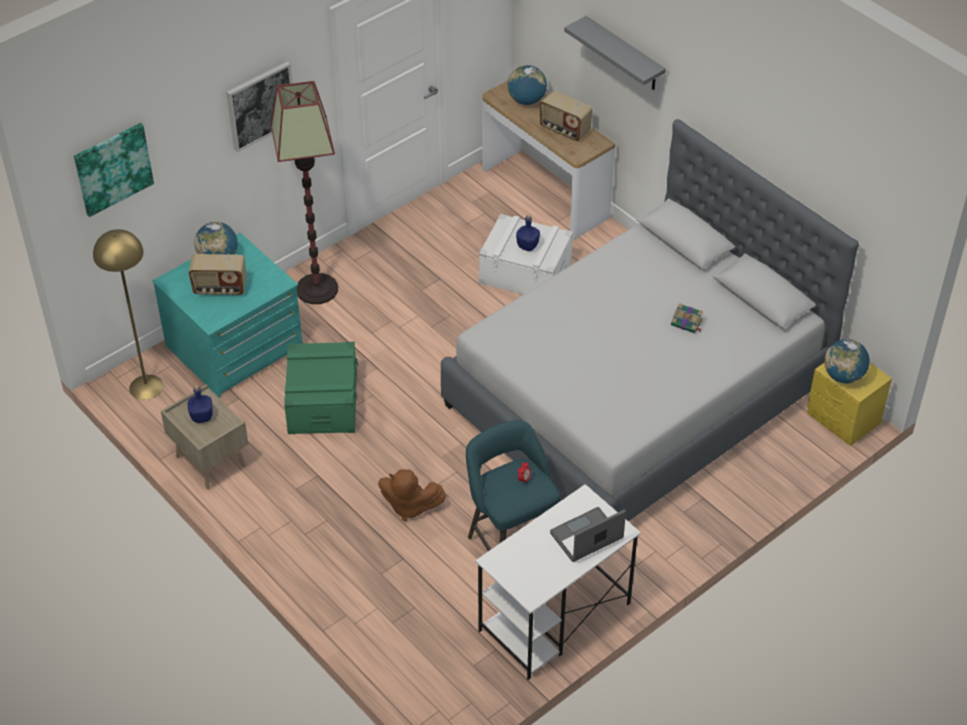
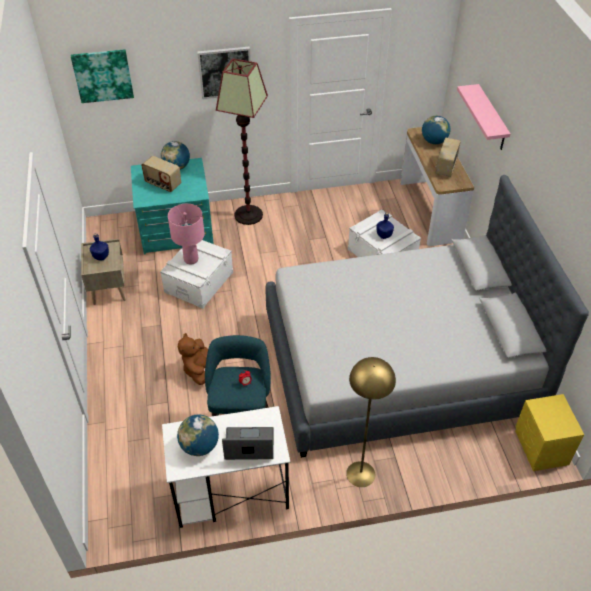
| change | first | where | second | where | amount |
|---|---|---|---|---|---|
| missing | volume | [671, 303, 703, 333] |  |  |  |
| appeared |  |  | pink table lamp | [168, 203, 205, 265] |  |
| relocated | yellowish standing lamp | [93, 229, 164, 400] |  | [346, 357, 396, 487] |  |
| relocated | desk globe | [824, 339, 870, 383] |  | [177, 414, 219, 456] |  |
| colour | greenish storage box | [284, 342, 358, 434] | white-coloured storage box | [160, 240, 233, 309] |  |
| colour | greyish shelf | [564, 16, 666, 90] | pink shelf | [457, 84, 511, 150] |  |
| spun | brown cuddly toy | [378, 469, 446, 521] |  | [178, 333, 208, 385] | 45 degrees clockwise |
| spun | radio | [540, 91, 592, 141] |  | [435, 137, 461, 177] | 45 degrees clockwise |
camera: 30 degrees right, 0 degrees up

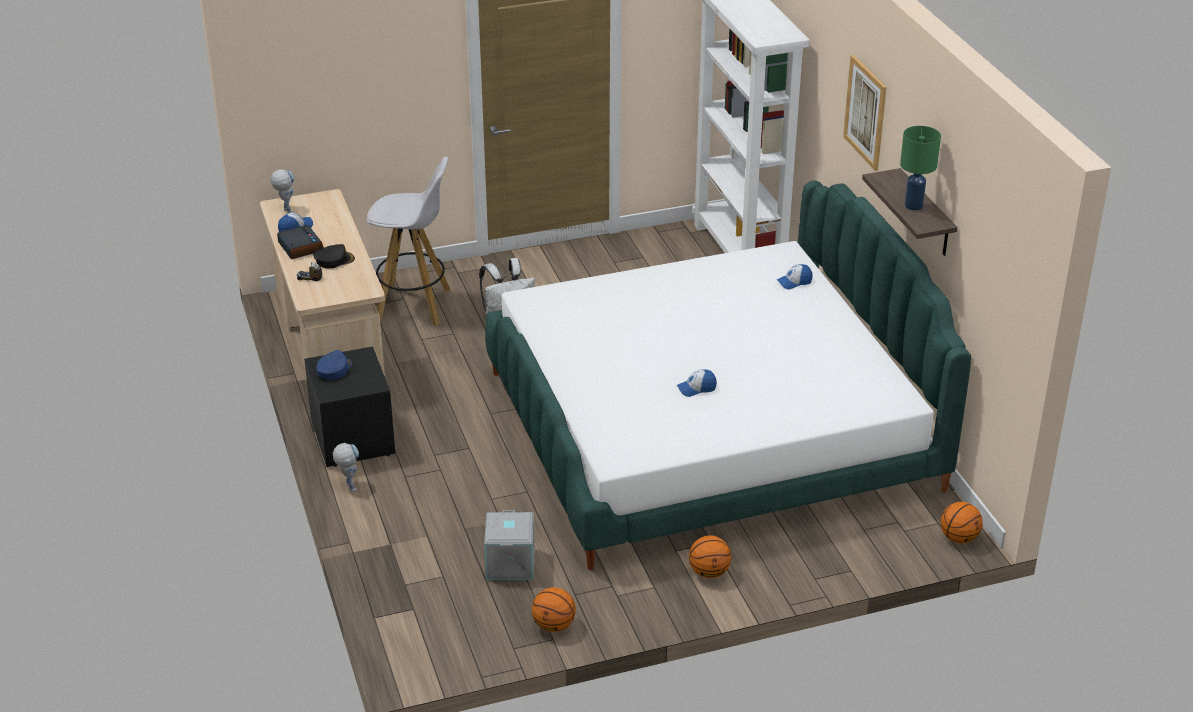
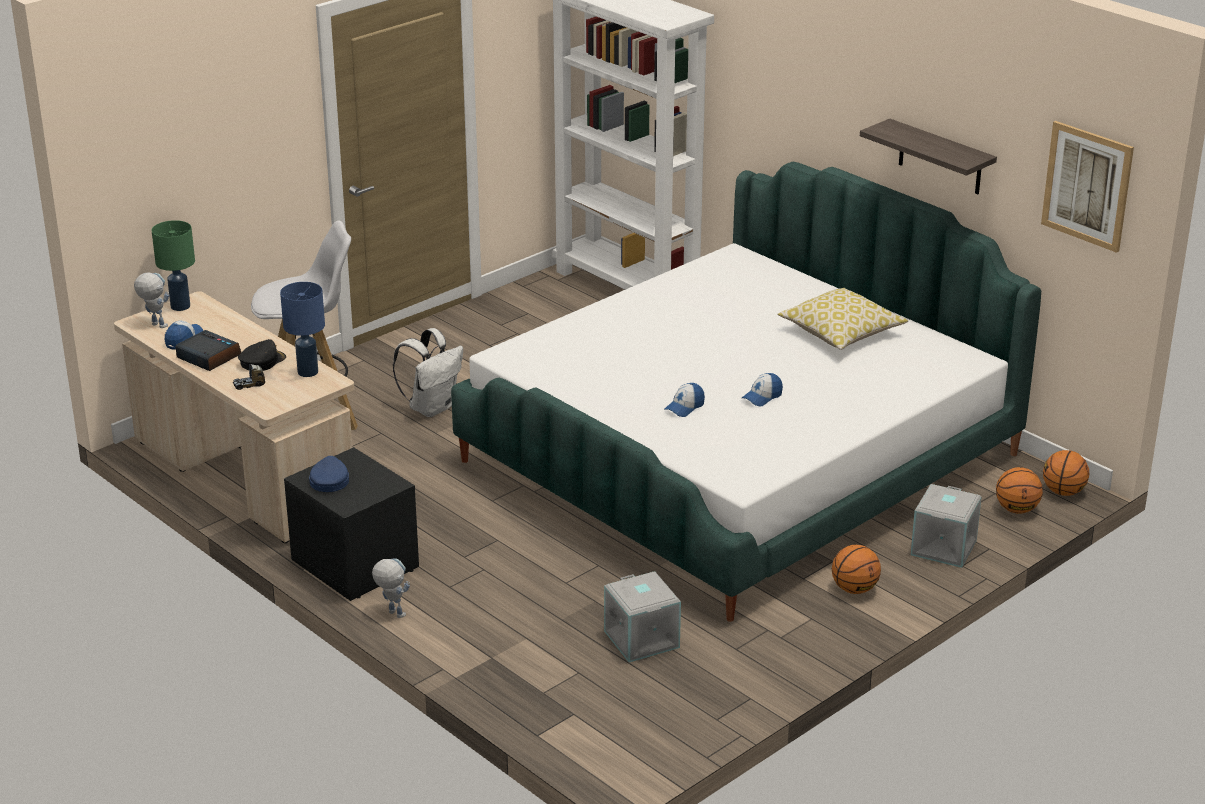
| change | first | where | second | where | amount |
|---|---|---|---|---|---|
| appeared |  |  | blue-coloured table lamp | [280, 282, 325, 377] |  |
| appeared |  |  | throw pillow | [777, 288, 908, 350] |  |
| appeared |  |  | greyish storage box | [911, 484, 982, 568] |  |
| relocated | ball for basketball | [532, 587, 576, 632] |  | [996, 467, 1043, 514] |  |
| relocated | baseball cap | [777, 264, 813, 290] |  | [664, 383, 705, 417] |  |
| relocated | wall picture | [843, 55, 887, 171] |  | [1041, 121, 1134, 253] |  |
| relocated | greenish table lamp | [900, 126, 941, 211] |  | [152, 220, 195, 311] |  |
camera: 25 degrees left, 5 degrees down

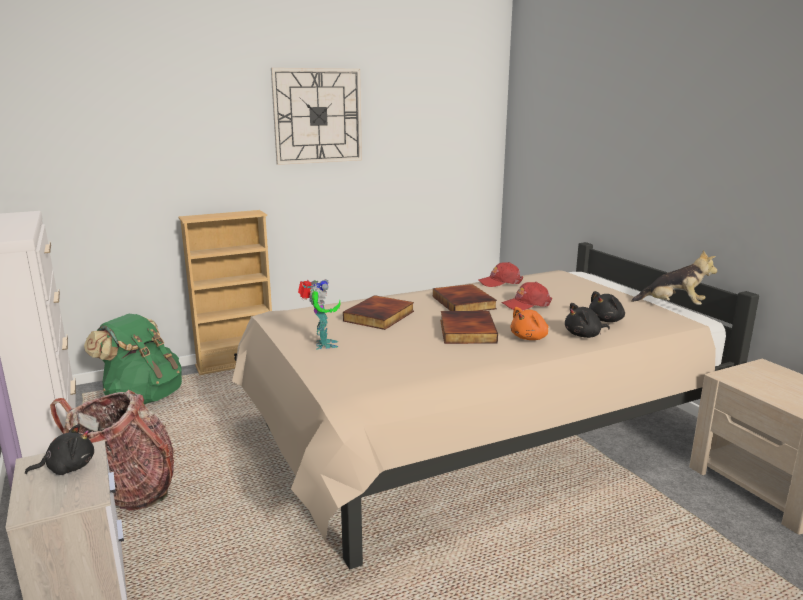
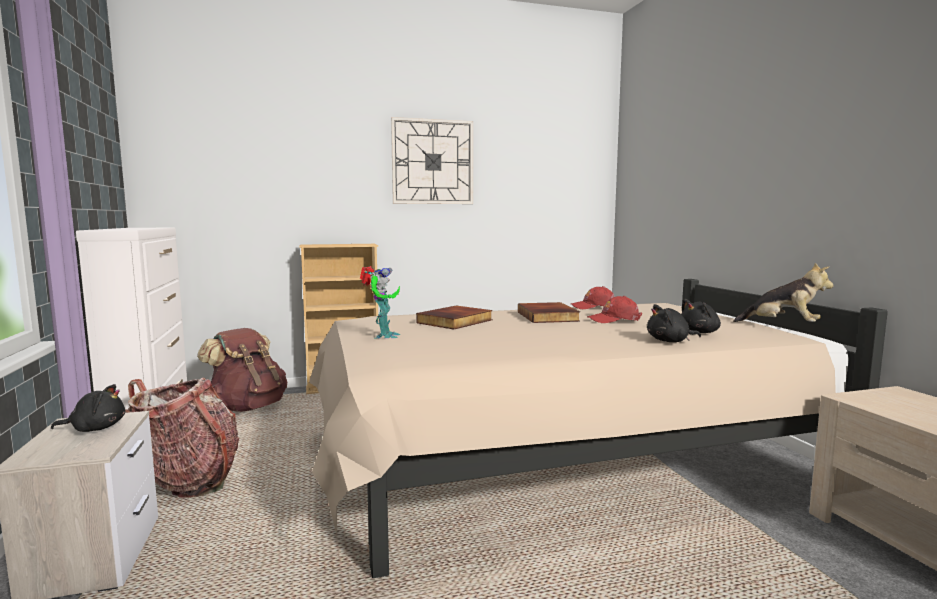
| change | first | where | second | where | amount |
|---|---|---|---|---|---|
| missing | volume | [440, 311, 498, 344] |  |  |  |
| missing | orangey cuddly toy | [511, 307, 548, 340] |  |  |  |
| colour | greenish rucksack | [84, 314, 182, 404] | brown rucksack | [197, 328, 287, 412] |  |
camera: 10 degrees right, 10 degrees down

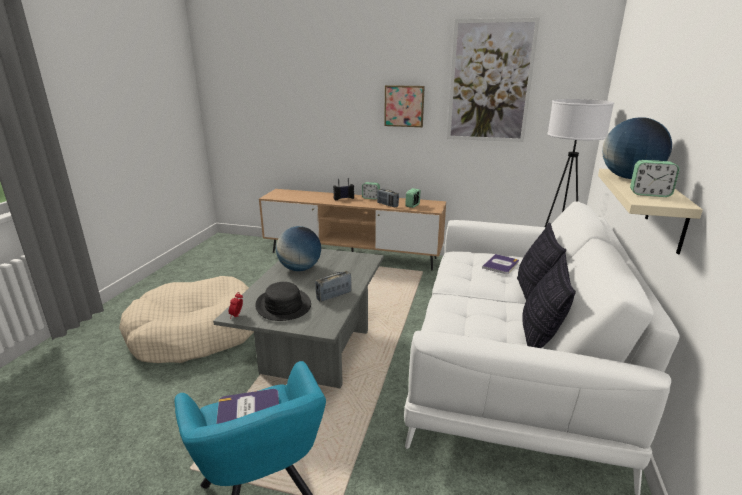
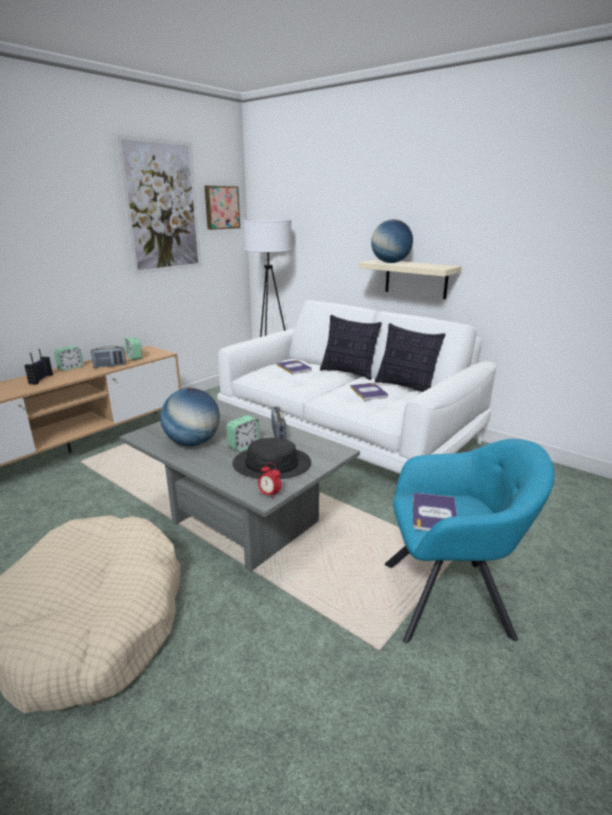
| change | first | where | second | where | amount |
|---|---|---|---|---|---|
| appeared |  |  | volume | [350, 383, 388, 400] |  |
| relocated | wall picture | [384, 85, 425, 127] |  | [205, 186, 240, 230] |  |
| relocated | table clock | [630, 160, 680, 197] |  | [226, 415, 260, 451] |  |
camera: 65 degrees left, 0 degrees up

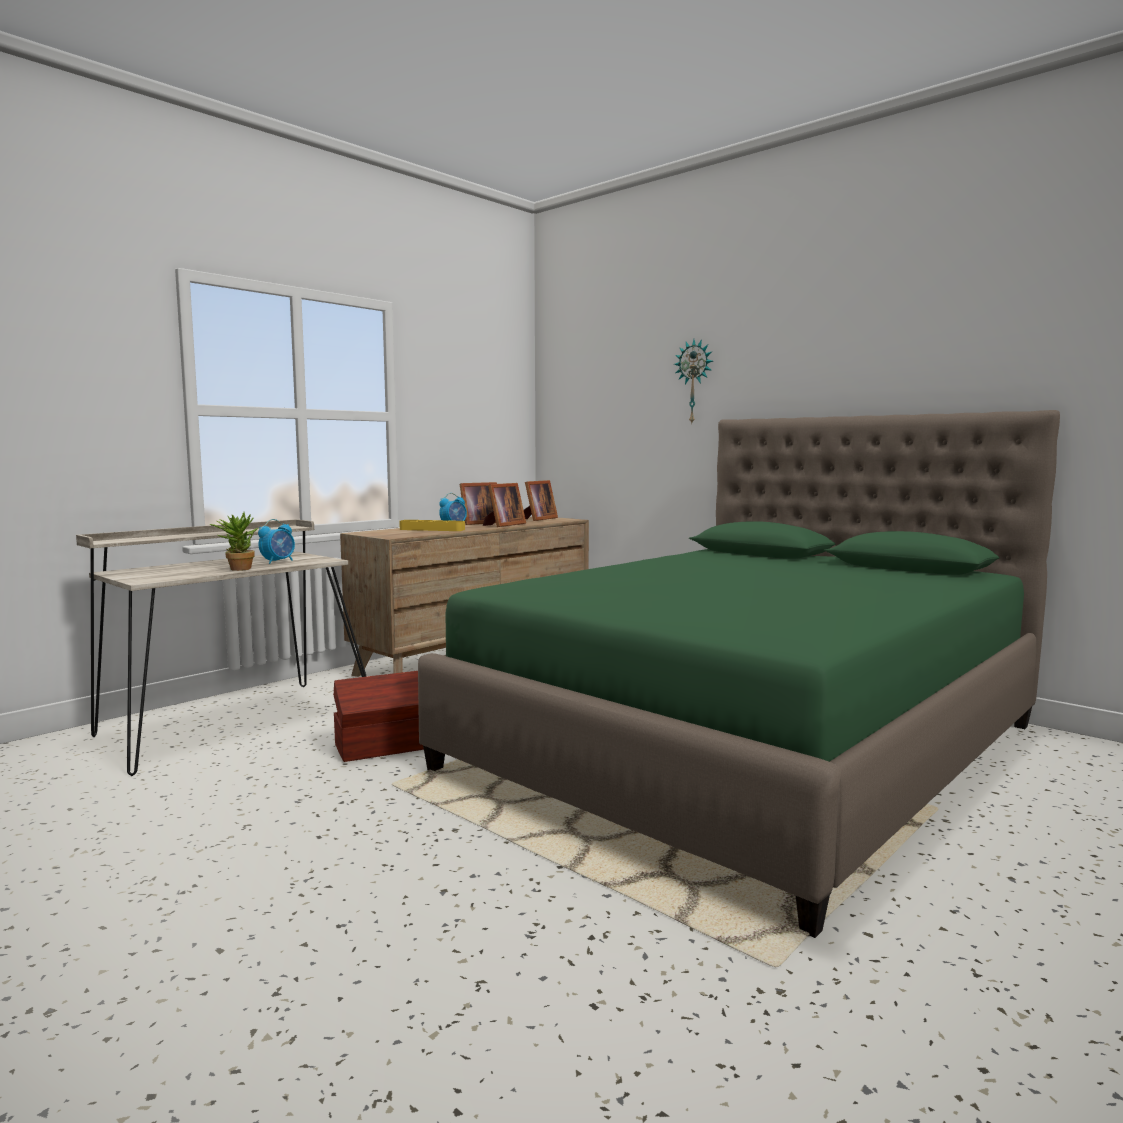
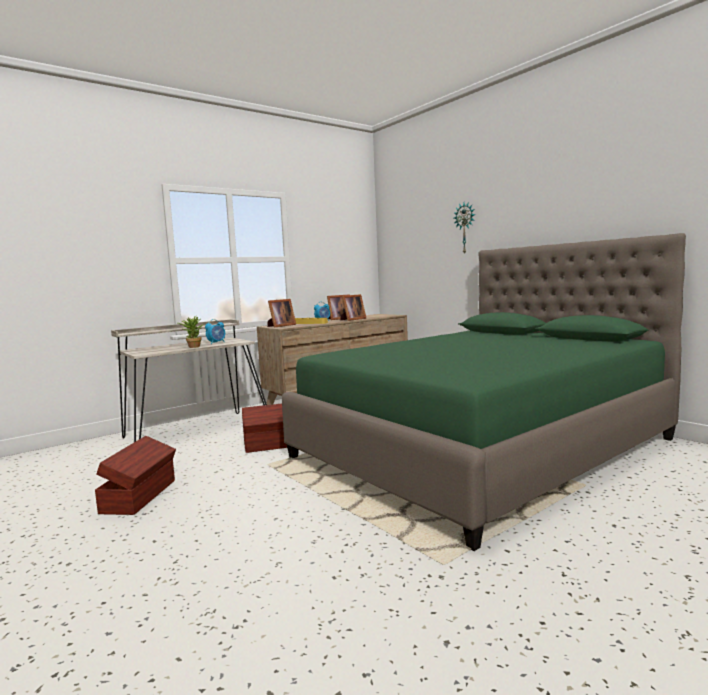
| change | first | where | second | where | amount |
|---|---|---|---|---|---|
| appeared |  |  | brown storage box | [95, 436, 176, 515] |  |
| relocated | picture frame | [524, 480, 558, 521] |  | [267, 299, 296, 328] |  |
camera: 10 degrees right, 0 degrees up

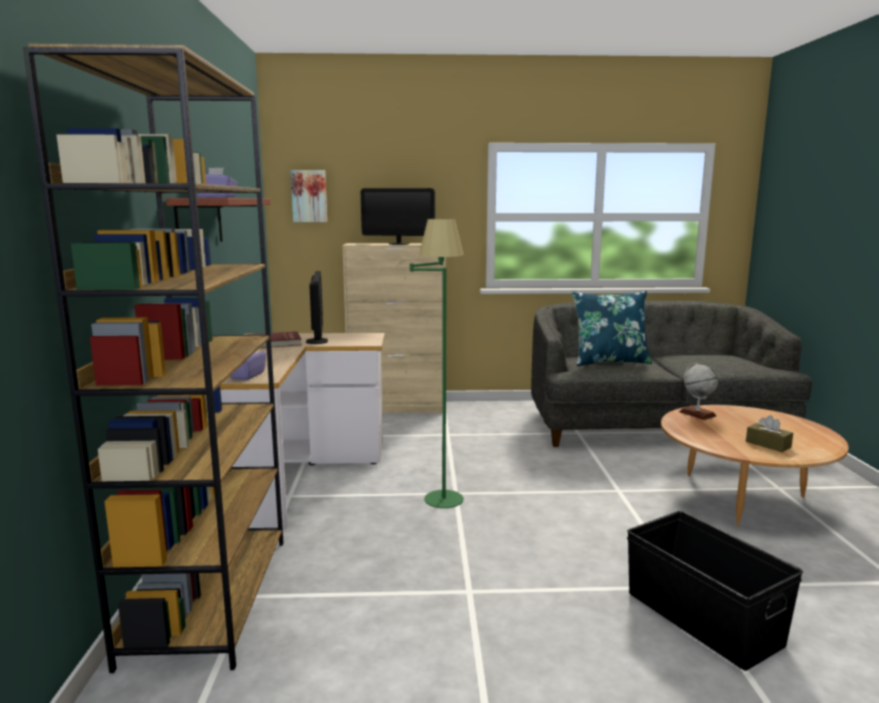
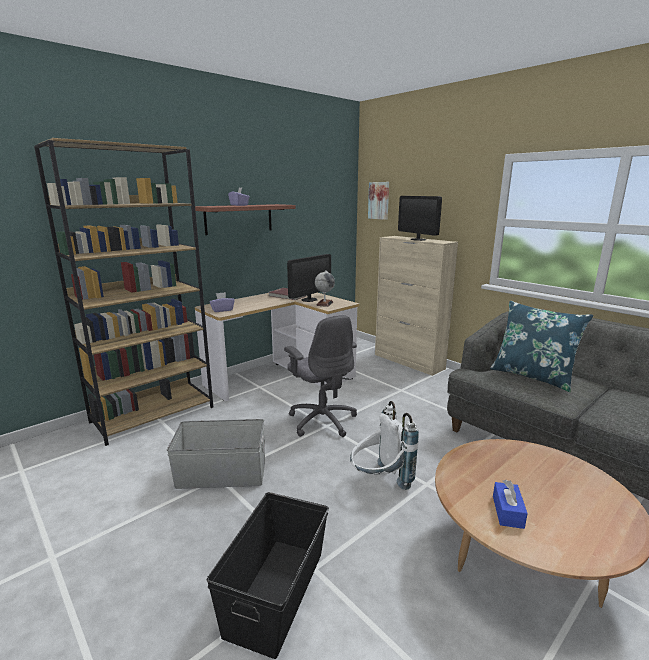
| change | first | where | second | where | amount |
|---|---|---|---|---|---|
| appeared |  |  | greyish storage box | [167, 419, 265, 489] |  |
| appeared |  |  | white-coloured rucksack | [350, 401, 419, 490] |  |
| relocated | desk globe | [679, 362, 718, 420] |  | [315, 270, 335, 307] |  |
| exchanged | greenish standing lamp | [410, 219, 464, 508] | greyish desk chair | [284, 315, 357, 437] |  |
| colour | brown tissue box | [746, 415, 793, 452] | blue-coloured tissue box | [493, 480, 528, 529] |  |
camera: 50 degrees right, 5 degrees up

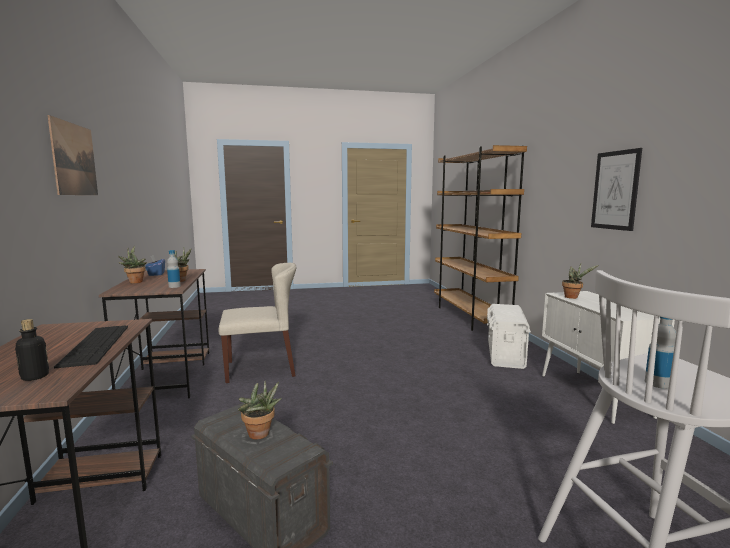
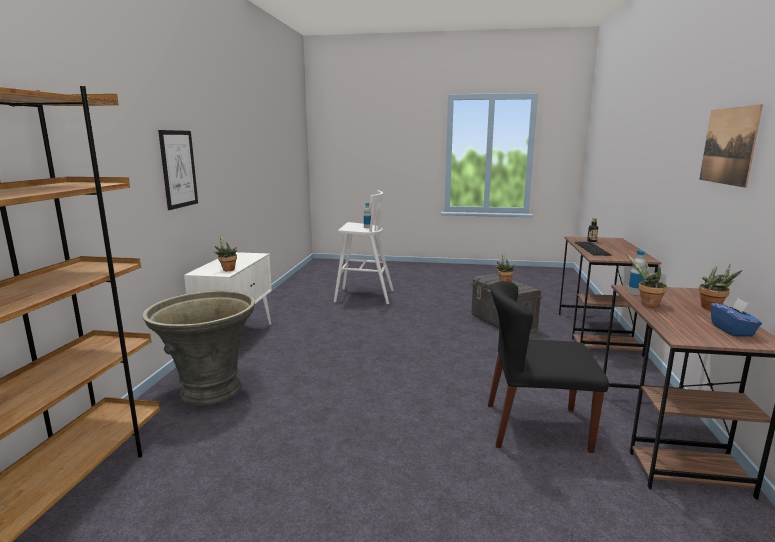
| change | first | where | second | where | amount |
|---|---|---|---|---|---|
| exchanged | white-coloured storage box | [487, 304, 531, 369] | greyish flower pot | [142, 290, 255, 406] |  |
| colour | beige-coloured plain chair | [218, 263, 296, 383] | black plain chair | [488, 281, 609, 453] |  |
camera: 160 degrees left, 5 degrees up

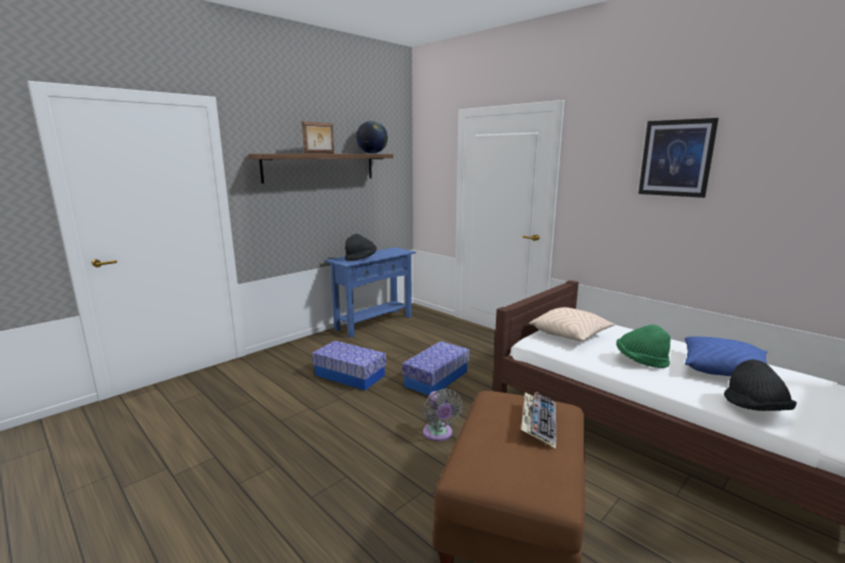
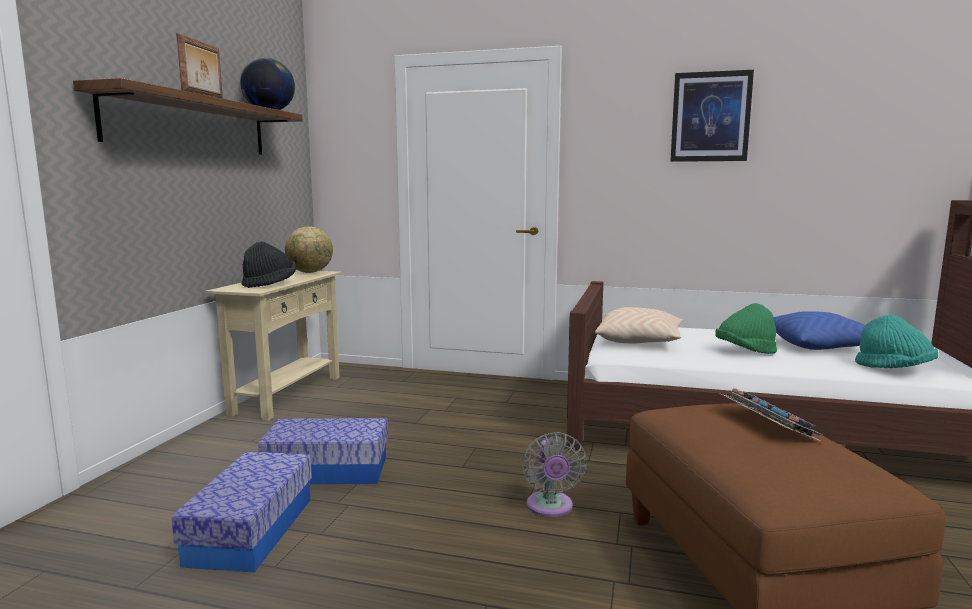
| change | first | where | second | where | amount |
|---|---|---|---|---|---|
| appeared |  |  | desk globe | [285, 227, 333, 273] |  |
| relocated | storage box | [402, 341, 469, 396] |  | [171, 451, 312, 573] |  |
| colour | blue-coloured narrow table | [325, 247, 416, 338] | beige-coloured narrow table | [205, 270, 342, 421] |  |
| colour | black wearable hat | [724, 359, 797, 411] | turquoise wearable hat | [855, 315, 938, 368] |  |
| spun | greyish cooling fan | [423, 389, 462, 441] |  | [522, 432, 587, 517] | 45 degrees clockwise |
camera: 30 degrees left, 5 degrees down

